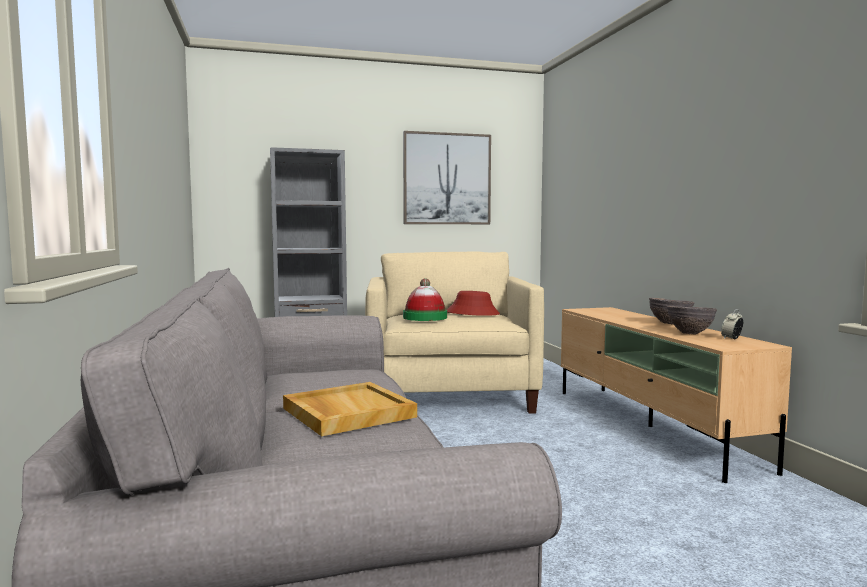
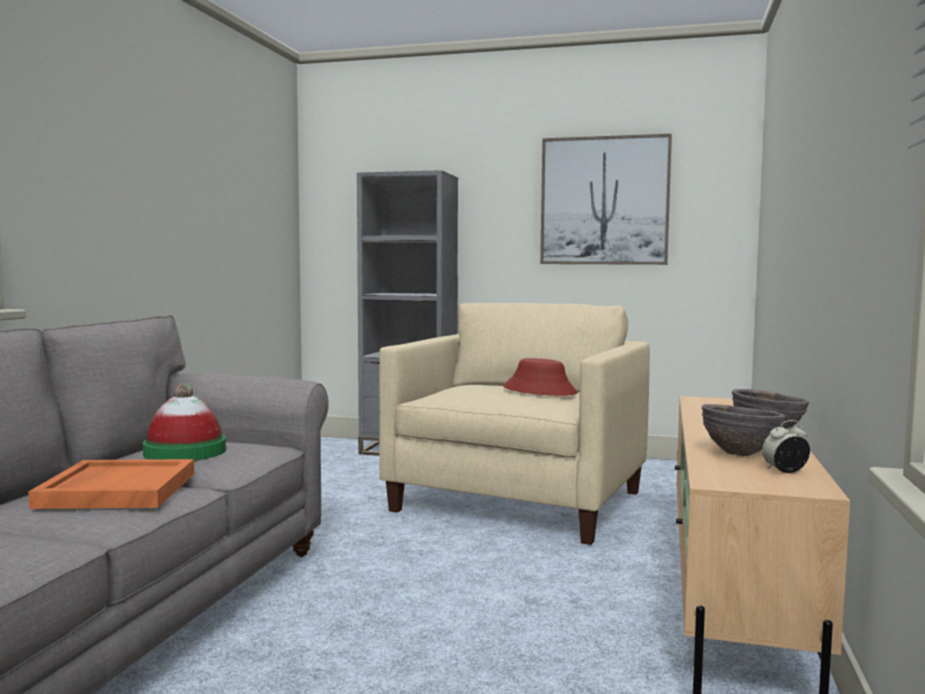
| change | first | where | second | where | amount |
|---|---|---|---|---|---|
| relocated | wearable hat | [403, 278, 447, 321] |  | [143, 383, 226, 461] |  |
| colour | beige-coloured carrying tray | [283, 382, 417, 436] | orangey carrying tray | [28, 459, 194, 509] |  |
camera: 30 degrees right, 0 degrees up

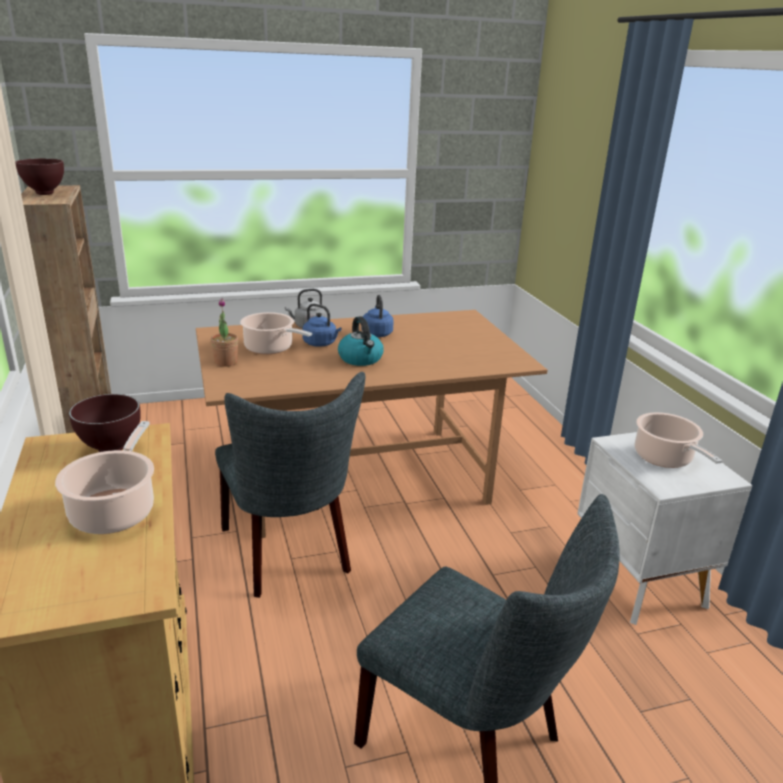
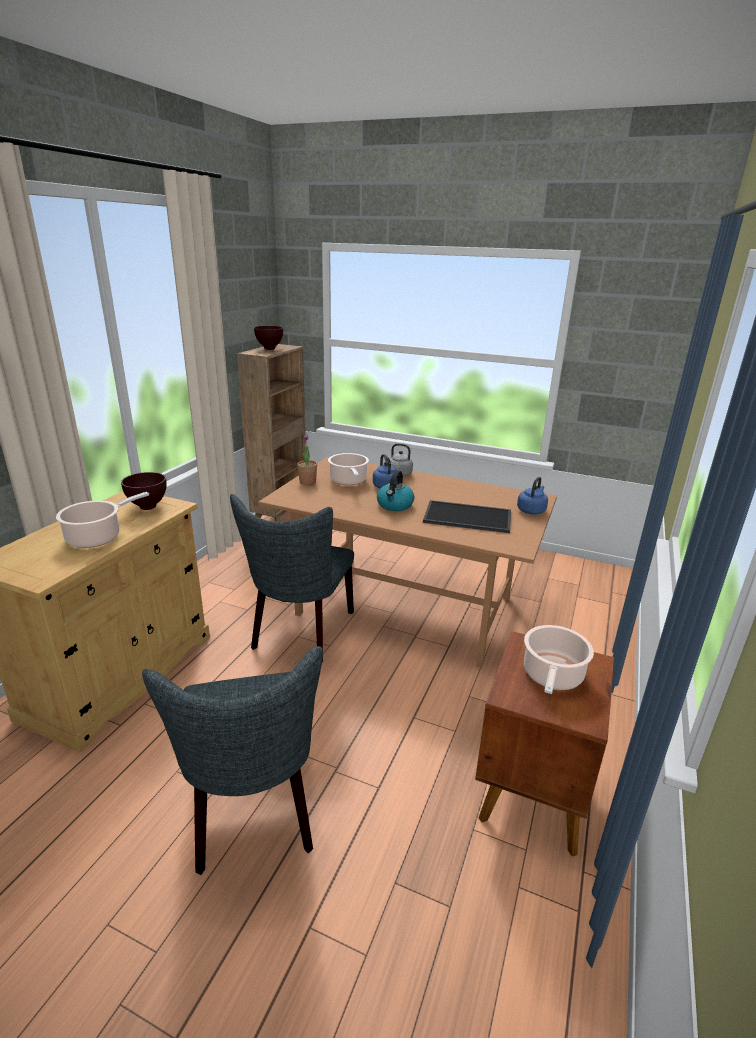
| change | first | where | second | where | amount |
|---|---|---|---|---|---|
| appeared |  |  | carrying tray | [423, 500, 511, 533] |  |
| relocated | blue-coloured water kettle | [361, 295, 394, 337] |  | [517, 477, 548, 515] |  |
| colour | white-coloured night table | [577, 432, 752, 625] | brown night table | [475, 631, 614, 857] |  |
camera: 40 degrees right, 0 degrees up

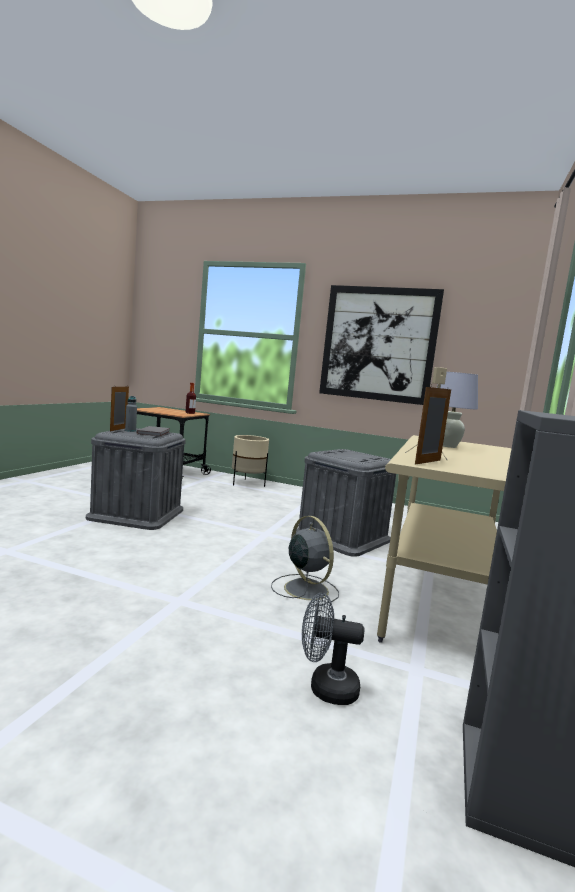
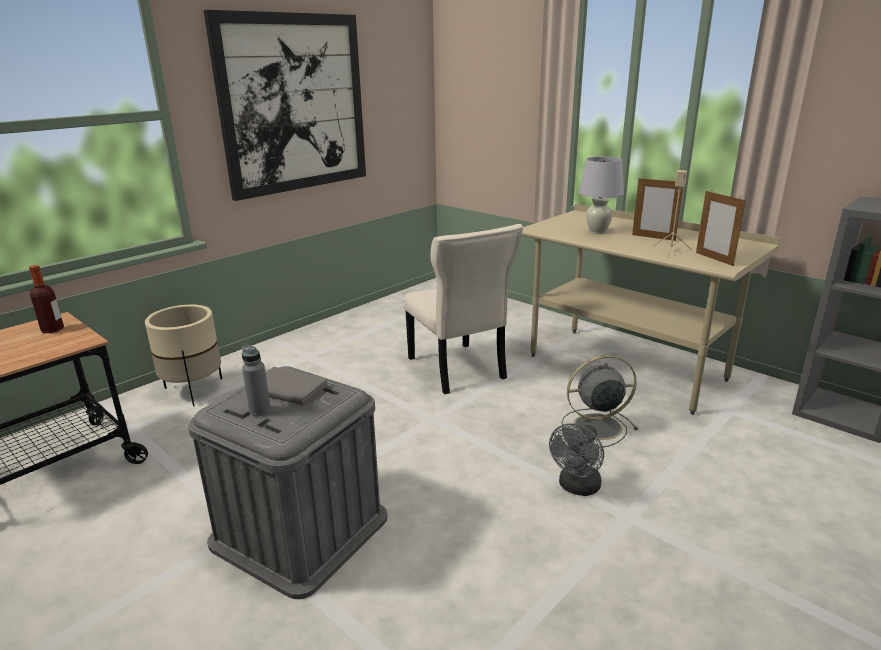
| change | first | where | second | where | amount |
|---|---|---|---|---|---|
| relocated | picture frame | [110, 386, 129, 431] |  | [632, 177, 683, 241] |  |
| relocated | greyish cooling fan | [302, 593, 364, 705] |  | [549, 423, 604, 496] |  |
| exchanged | greyish storage box | [296, 449, 396, 557] | beige-coloured plain chair | [404, 224, 523, 394] |  |
camera: 65 degrees left, 15 degrees up

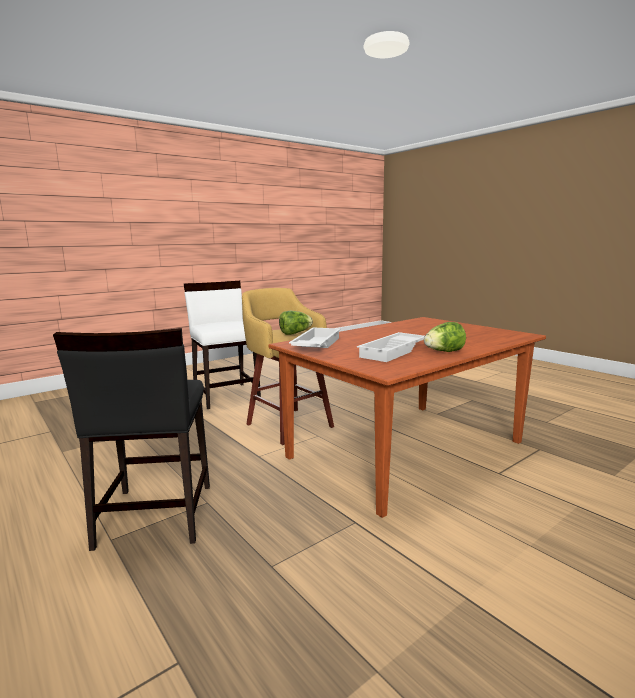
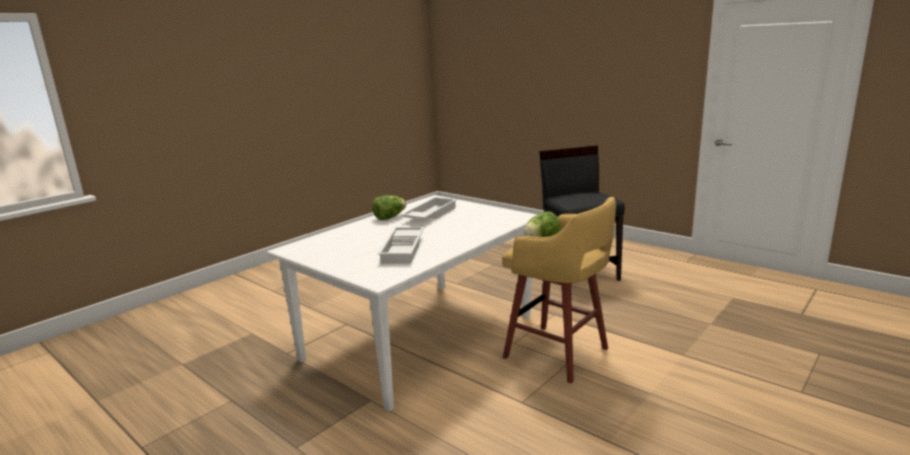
| change | first | where | second | where | amount |
|---|---|---|---|---|---|
| missing | white-coloured plain chair | [184, 281, 261, 409] |  |  |  |
| relocated | white-coloured carrying tray | [289, 327, 341, 348] |  | [378, 227, 425, 264] |  |
| colour | brown dining table | [269, 317, 546, 518] | white-coloured dining table | [267, 195, 537, 411] |  |
camera: 170 degrees right, 5 degrees up

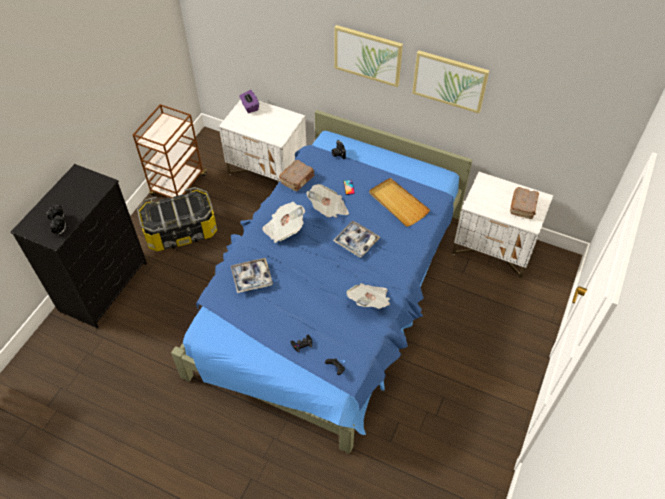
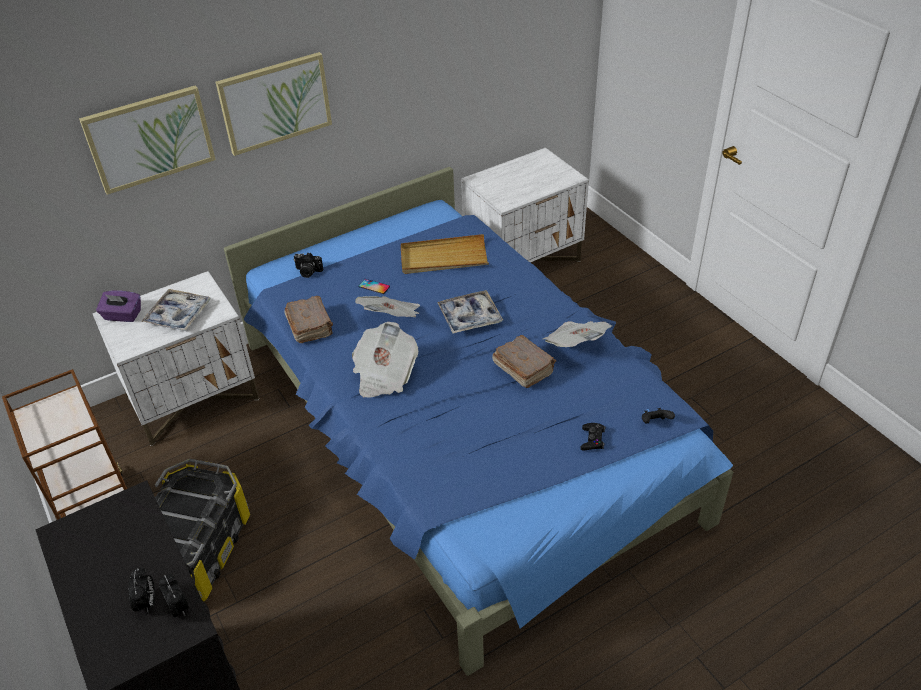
| change | first | where | second | where | amount |
|---|---|---|---|---|---|
| relocated | carrying tray | [231, 258, 273, 293] |  | [141, 289, 211, 331] |  |
| relocated | wall picture | [412, 50, 489, 113] |  | [79, 85, 216, 195] |  |
| relocated | brown volume | [510, 187, 539, 219] |  | [492, 335, 556, 388] |  |
camera: 55 degrees left, 10 degrees down

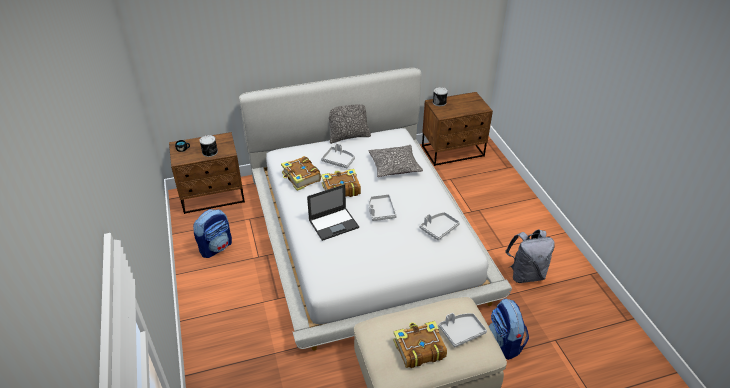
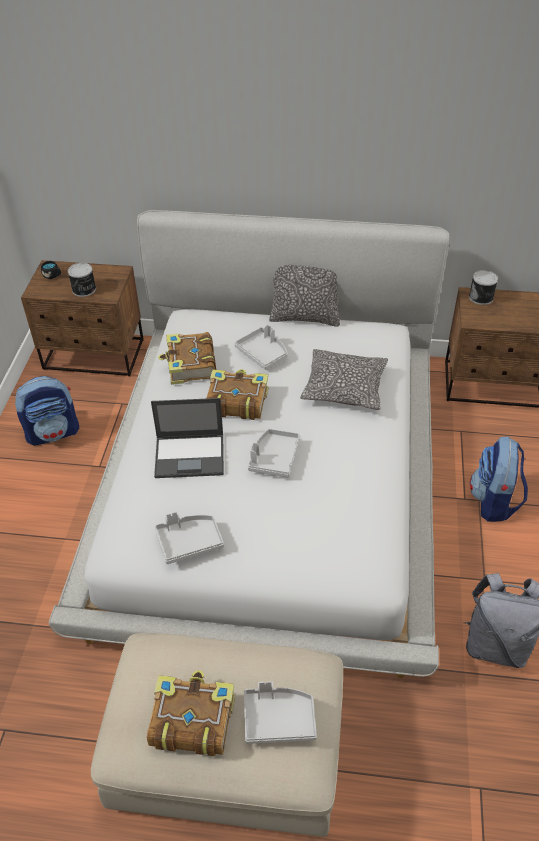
| change | first | where | second | where | amount |
|---|---|---|---|---|---|
| relocated | greyish carrying tray | [419, 212, 460, 240] |  | [154, 511, 224, 564] |  |
| relocated | rucksack | [489, 298, 529, 360] |  | [470, 437, 528, 522] |  |
camera: 25 degrees right, 5 degrees up

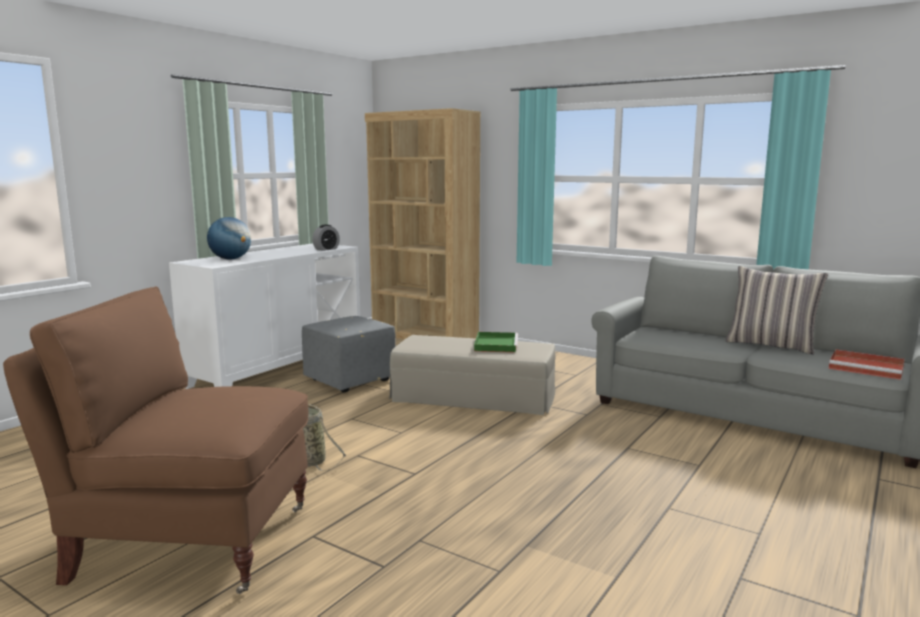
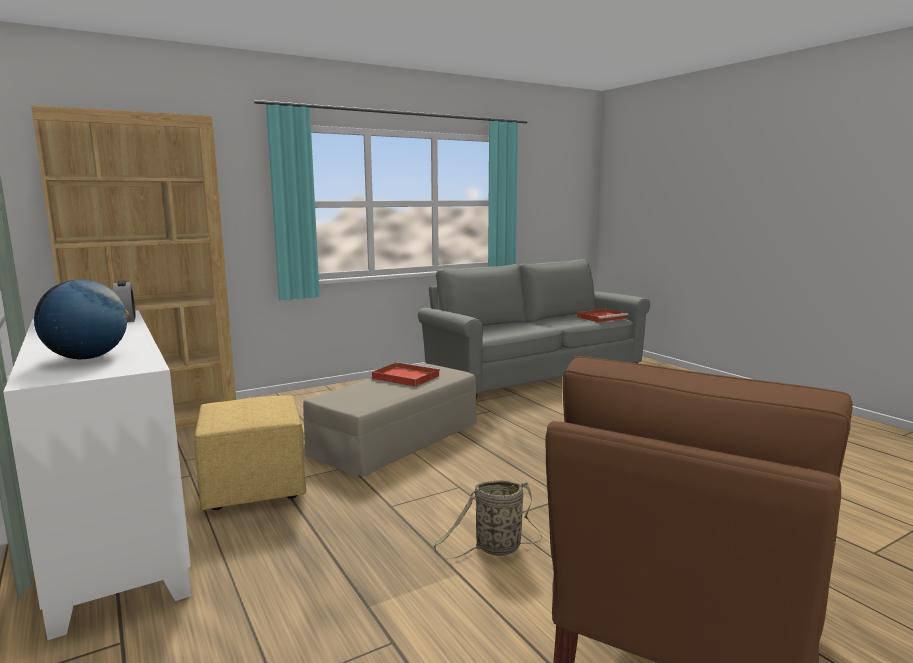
| change | first | where | second | where | amount |
|---|---|---|---|---|---|
| missing | throw pillow | [725, 266, 828, 354] |  |  |  |
| colour | greyish footrest | [302, 316, 396, 392] | yellowish footrest | [194, 395, 306, 510] |  |
| colour | greenish carrying tray | [474, 332, 518, 353] | red-coloured carrying tray | [372, 362, 440, 387] |  |
camera: 65 degrees left, 0 degrees up

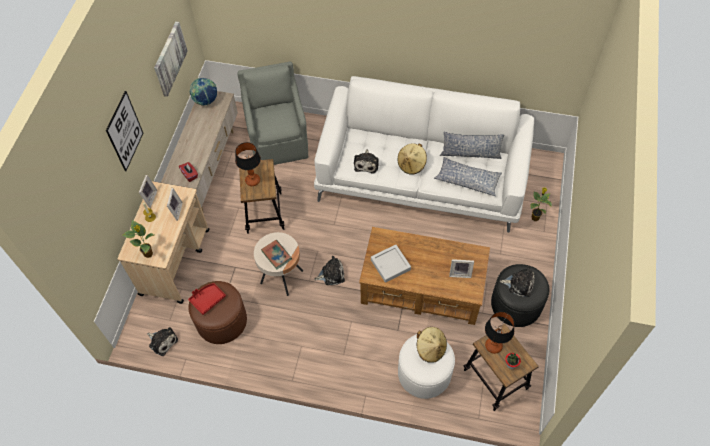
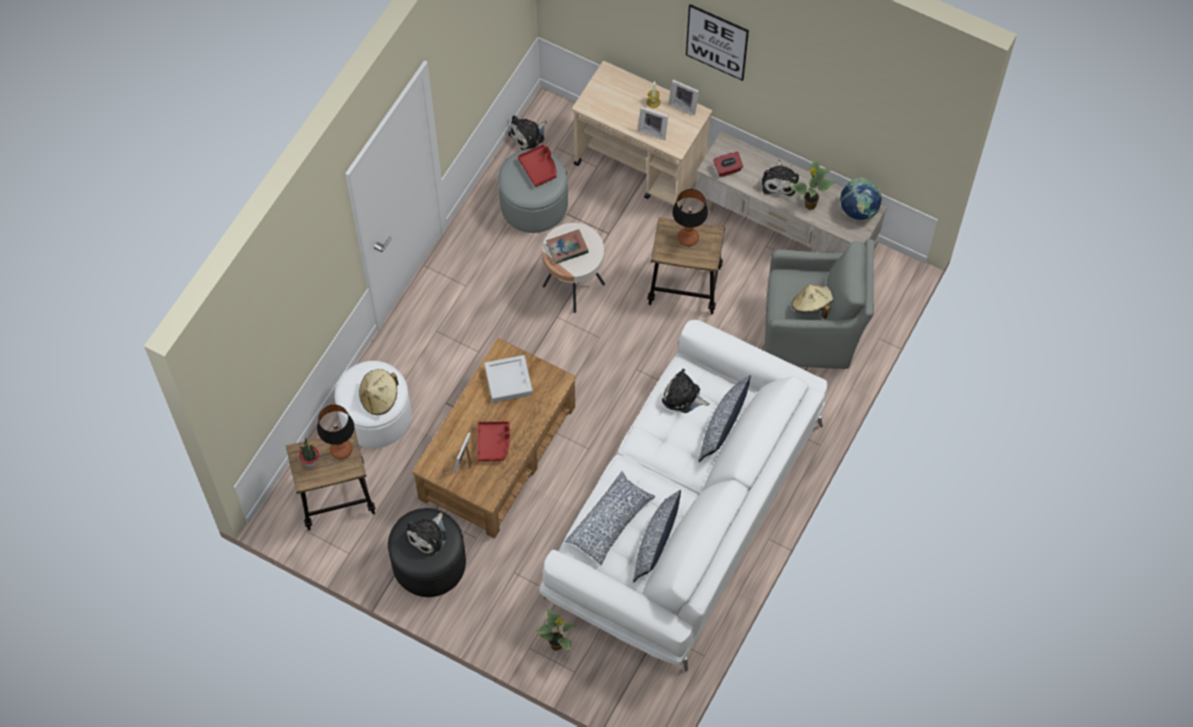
| change | first | where | second | where | amount |
|---|---|---|---|---|---|
| missing | wall picture | [154, 21, 188, 97] |  |  |  |
| appeared |  |  | red-coloured carrying tray | [478, 421, 510, 461] |  |
| appeared |  |  | throw pillow | [698, 375, 751, 462] |  |
| relocated | houseplant | [122, 220, 154, 258] |  | [789, 160, 835, 210] |  |
| relocated | cuddly toy | [314, 256, 345, 285] |  | [762, 159, 799, 196] |  |
| relocated | beige-coloured wearable hat | [398, 143, 427, 175] |  | [792, 284, 833, 319] |  |
| colour | brown footrest | [189, 281, 247, 344] | greyish footrest | [498, 148, 568, 233] |  |
camera: 105 degrees right, 5 degrees up

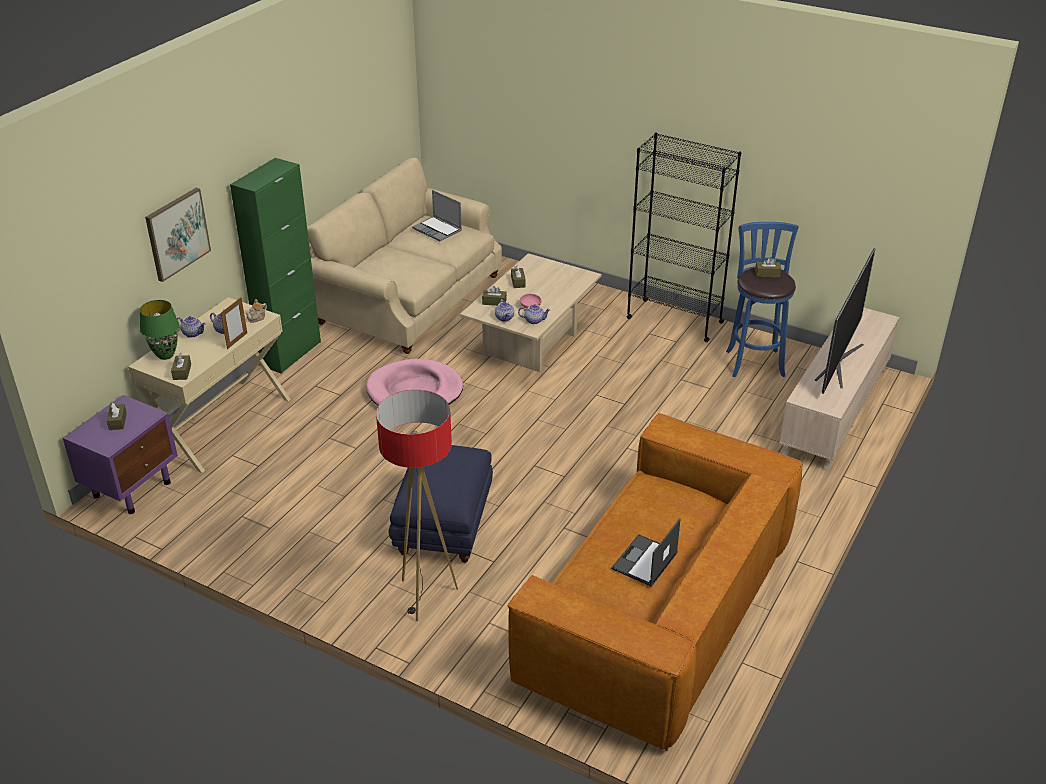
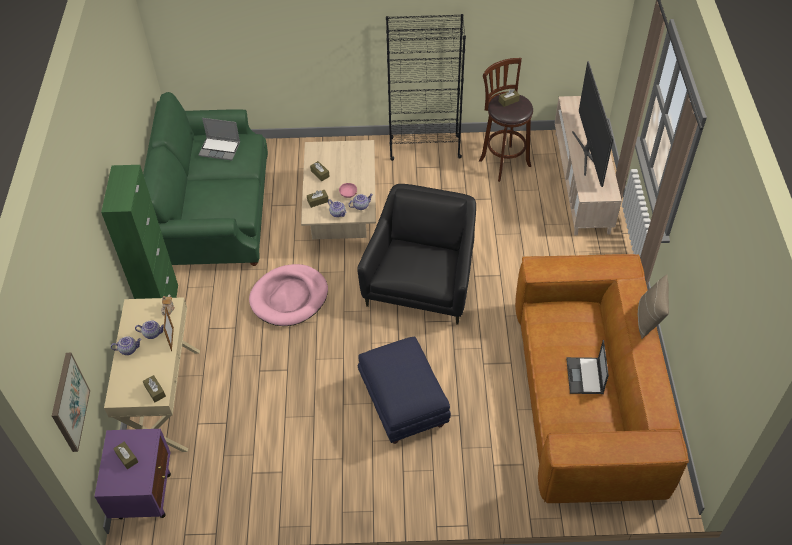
| change | first | where | second | where | amount |
|---|---|---|---|---|---|
| missing | greenish table lamp | [140, 300, 179, 360] |  |  |  |
| missing | standing lamp | [376, 390, 458, 621] |  |  |  |
| appeared |  |  | black armchair | [357, 184, 476, 325] |  |
| appeared |  |  | beige-coloured throw pillow | [638, 274, 669, 339] |  |
| relocated | wall picture | [145, 188, 211, 282] |  | [52, 353, 90, 452] |  |
| colour | beige-coloured couch | [307, 158, 502, 354] | greenish couch | [143, 92, 268, 266] |  |
| colour | blue-coloured stool seat | [726, 222, 799, 377] | brown stool seat | [479, 58, 533, 182] |  |
camera: 30 degrees left, 15 degrees up

